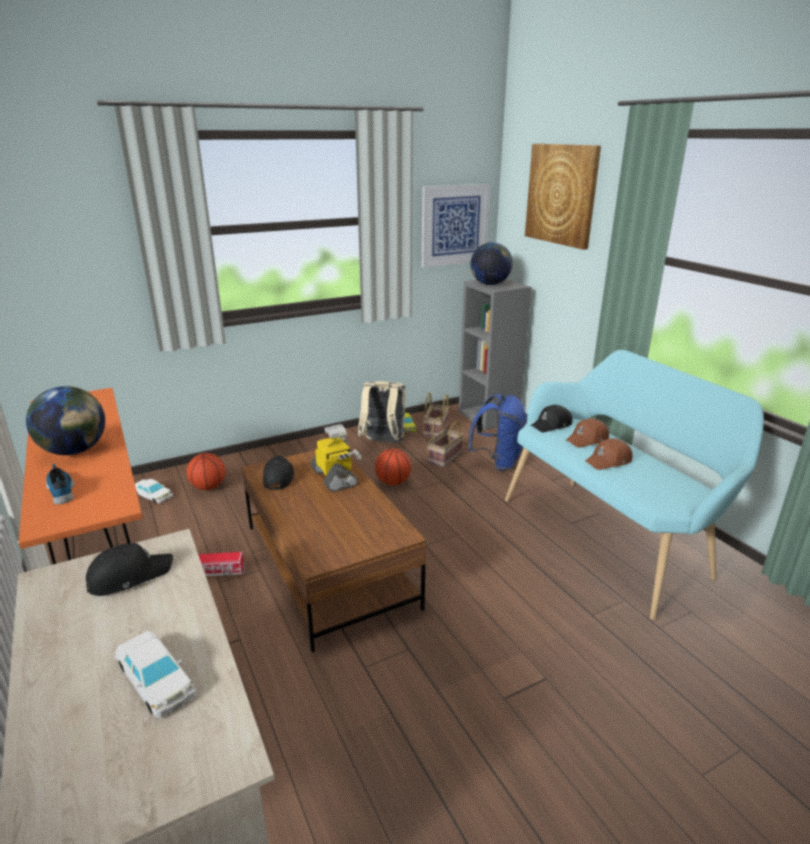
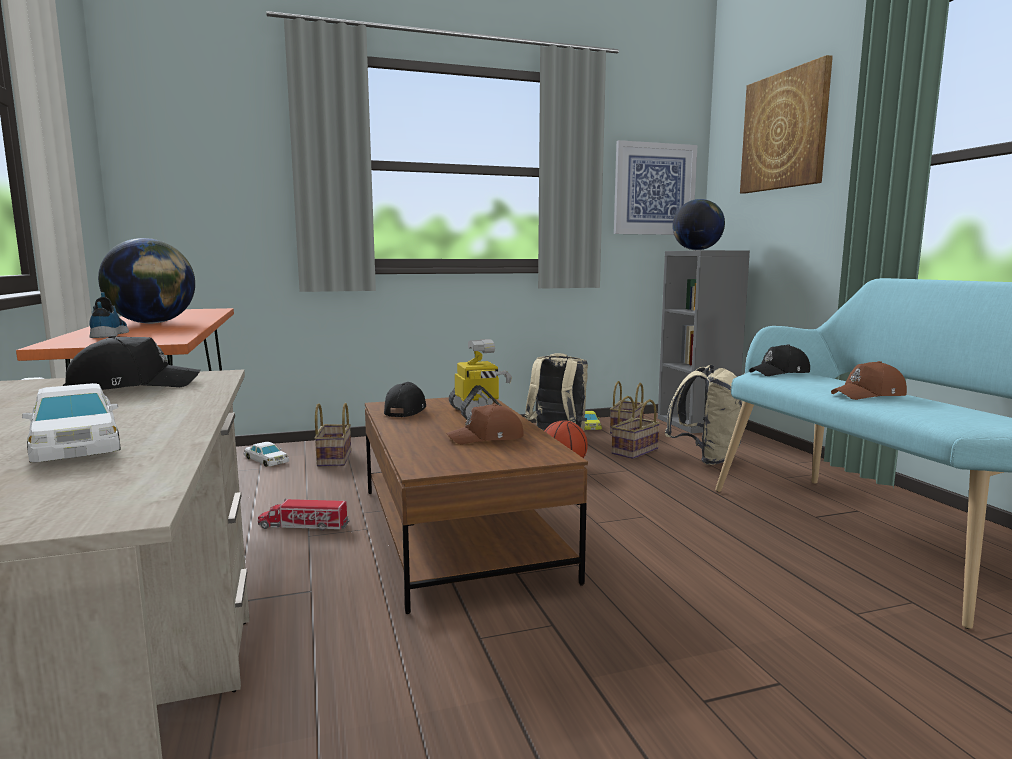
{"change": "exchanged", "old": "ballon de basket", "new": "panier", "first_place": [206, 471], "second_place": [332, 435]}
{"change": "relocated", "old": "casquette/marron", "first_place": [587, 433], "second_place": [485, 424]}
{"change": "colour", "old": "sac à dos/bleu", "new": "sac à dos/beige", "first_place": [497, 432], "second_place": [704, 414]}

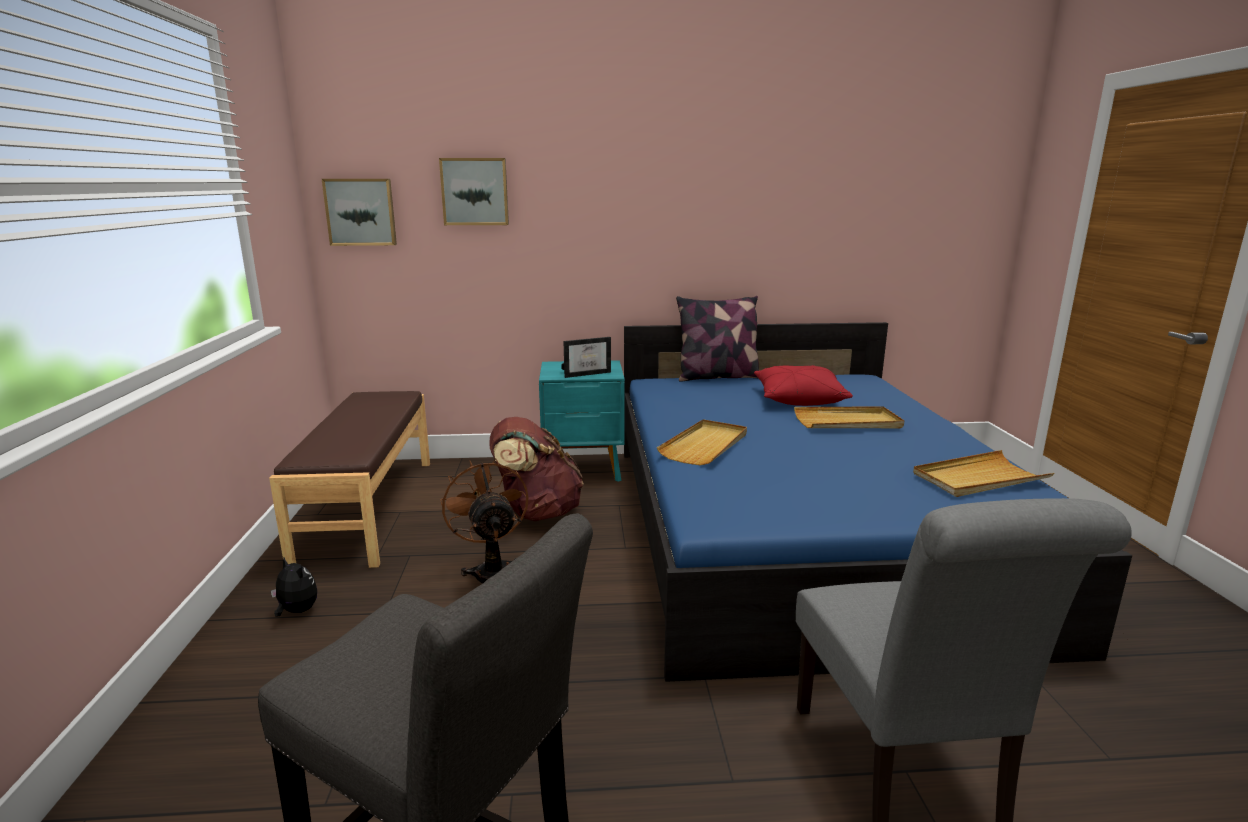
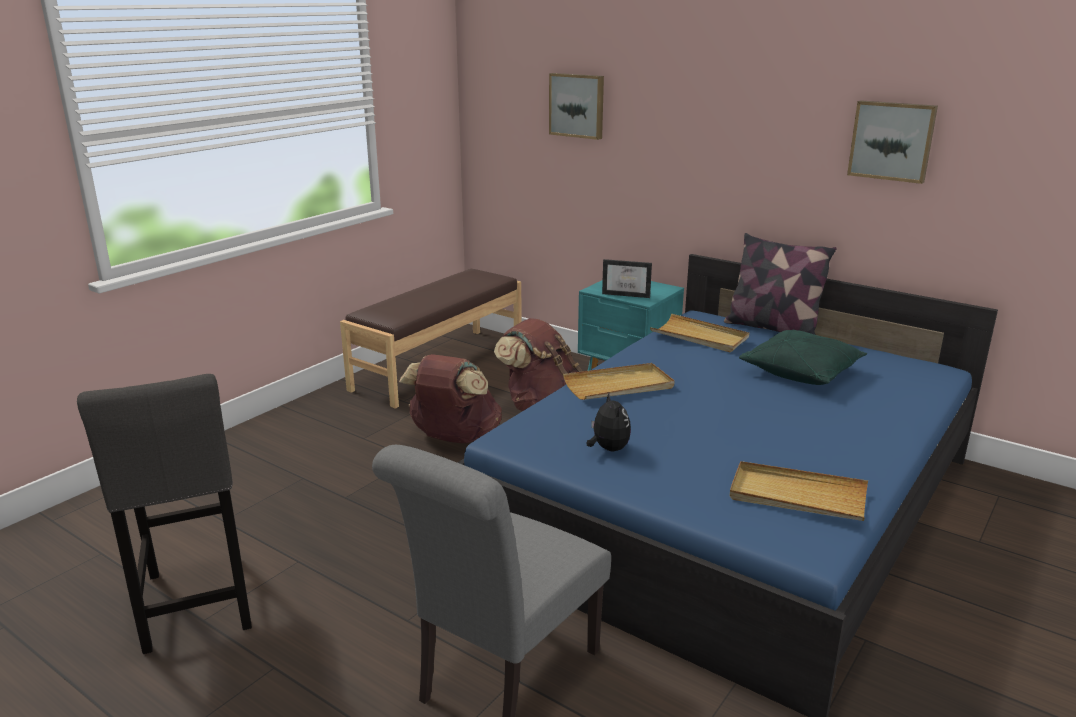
{"change": "exchanged", "old": "ventilateur/marron", "new": "sac à dos/marron", "first_place": [484, 520], "second_place": [450, 398]}
{"change": "relocated", "old": "peluche", "first_place": [293, 587], "second_place": [609, 422]}
{"change": "relocated", "old": "plateau/beige", "first_place": [849, 417], "second_place": [699, 333]}
{"change": "colour", "old": "coussin/rouge", "new": "coussin/vert", "first_place": [803, 385], "second_place": [803, 357]}
{"change": "relocated", "old": "tableau", "first_place": [359, 212], "second_place": [892, 142]}

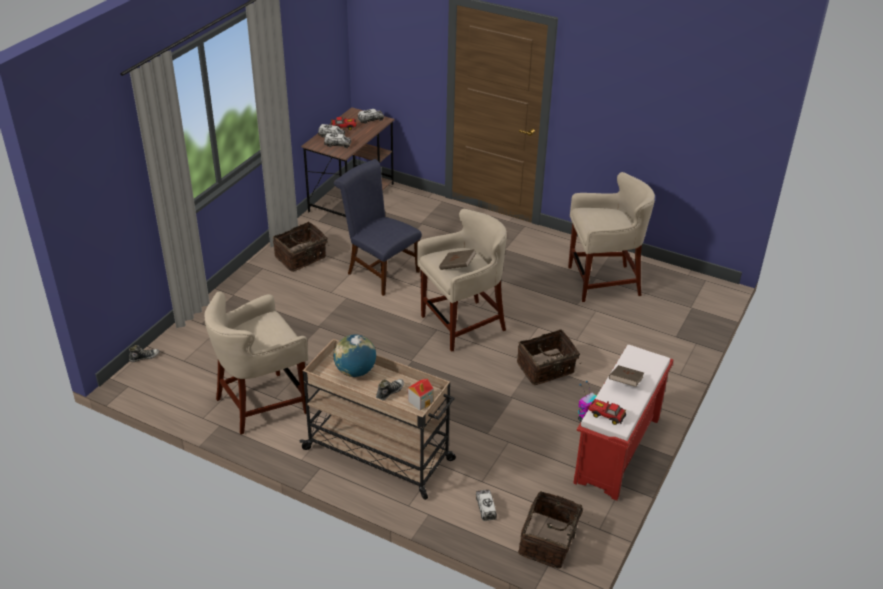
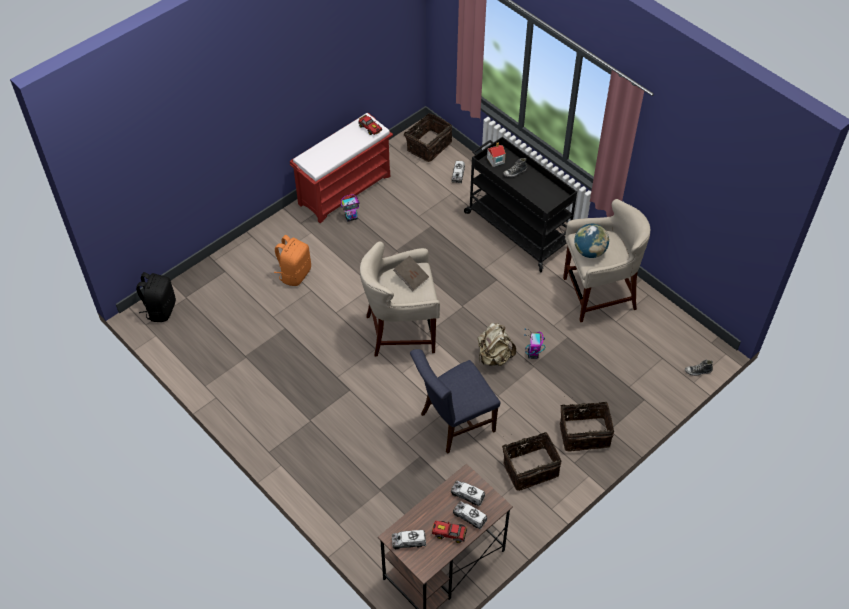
{"change": "appeared", "new": "sac à dos/noir", "second_place": [156, 297]}
{"change": "appeared", "new": "sac à dos/orange", "second_place": [292, 260]}
{"change": "spun", "old": "chaise/bleu", "first_place": [378, 227], "second_place": [455, 401], "degrees": 90}
{"change": "colour", "old": "chariot/beige", "new": "chariot/noir", "first_place": [378, 419], "second_place": [520, 204]}
{"change": "appeared", "new": "sac à dos/beige", "second_place": [497, 344]}
{"change": "appeared", "new": "robot jouet", "second_place": [535, 343]}
{"change": "relocated", "old": "panier", "first_place": [548, 357], "second_place": [587, 426]}
{"change": "relocated", "old": "globe", "first_place": [355, 355], "second_place": [591, 241]}
{"change": "missing", "old": "tabouret/beige", "first_place": [611, 237]}
{"change": "missing", "old": "livre/marron", "first_place": [626, 376]}

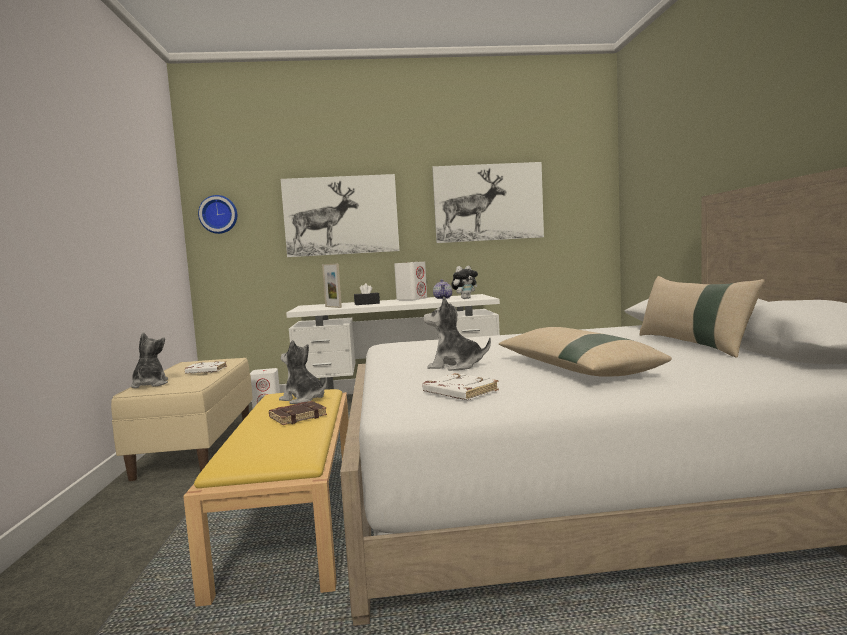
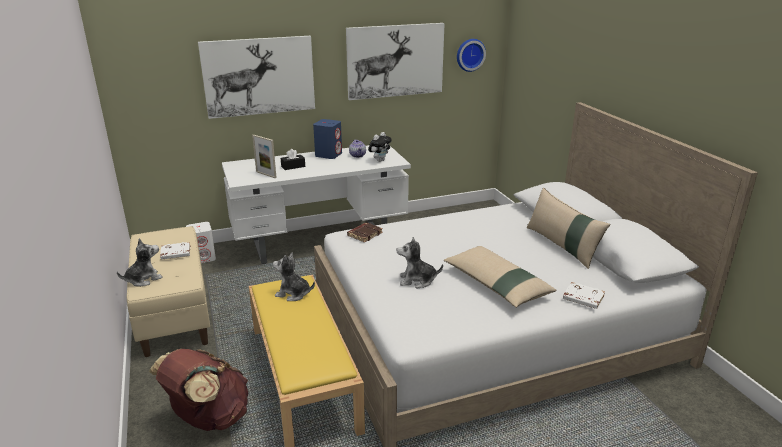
{"change": "spun", "old": "peluche", "first_place": [149, 360], "second_place": [140, 262], "degrees": 75}
{"change": "appeared", "new": "sac à dos/marron", "second_place": [198, 390]}
{"change": "colour", "old": "enceinte/blanc", "new": "enceinte/bleu", "first_place": [410, 281], "second_place": [327, 139]}
{"change": "relocated", "old": "livre/marron", "first_place": [298, 413], "second_place": [365, 233]}
{"change": "relocated", "old": "horloge murale", "first_place": [217, 214], "second_place": [471, 55]}
{"change": "relocated", "old": "livre/blanc", "first_place": [460, 386], "second_place": [584, 295]}

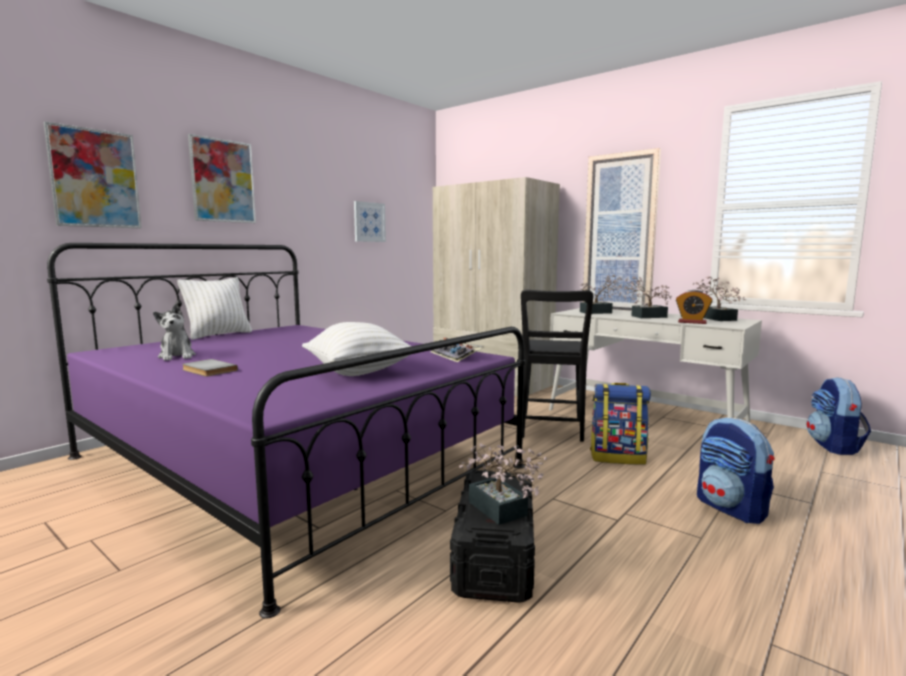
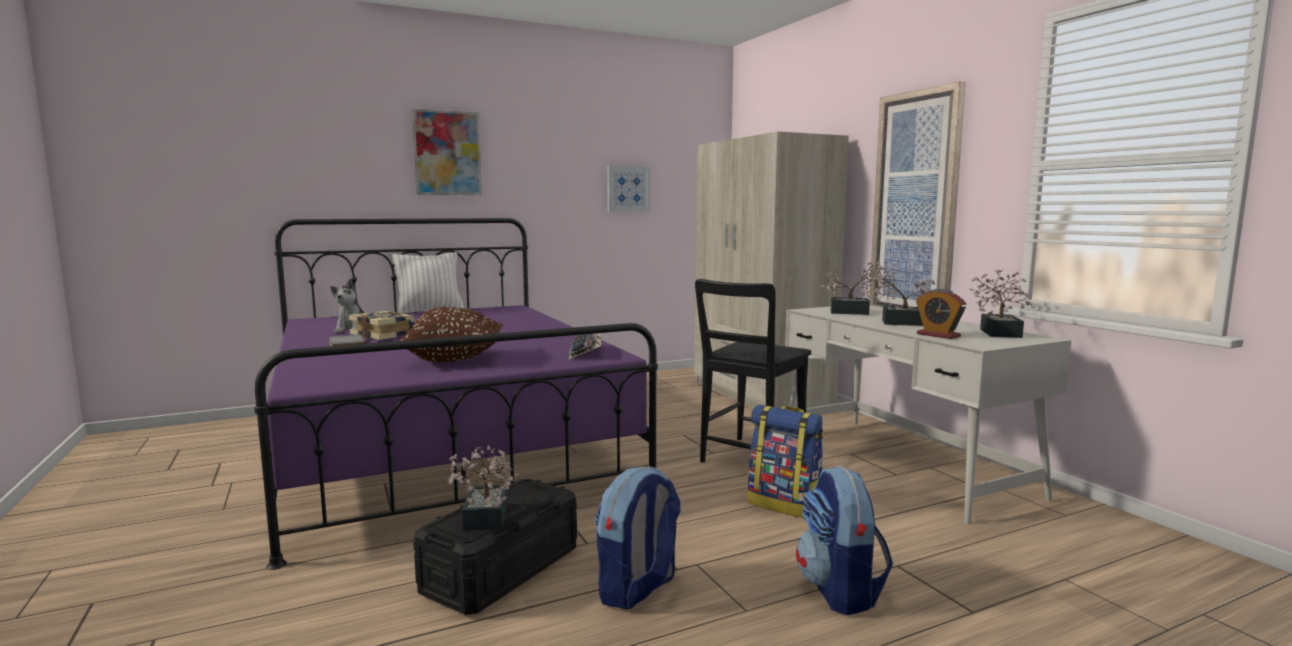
{"change": "appeared", "new": "livre", "second_place": [382, 325]}
{"change": "colour", "old": "coussin/blanc", "new": "coussin/marron", "first_place": [356, 349], "second_place": [450, 335]}
{"change": "relocated", "old": "sac à dos", "first_place": [838, 416], "second_place": [638, 537]}
{"change": "missing", "old": "tableau", "first_place": [92, 174]}

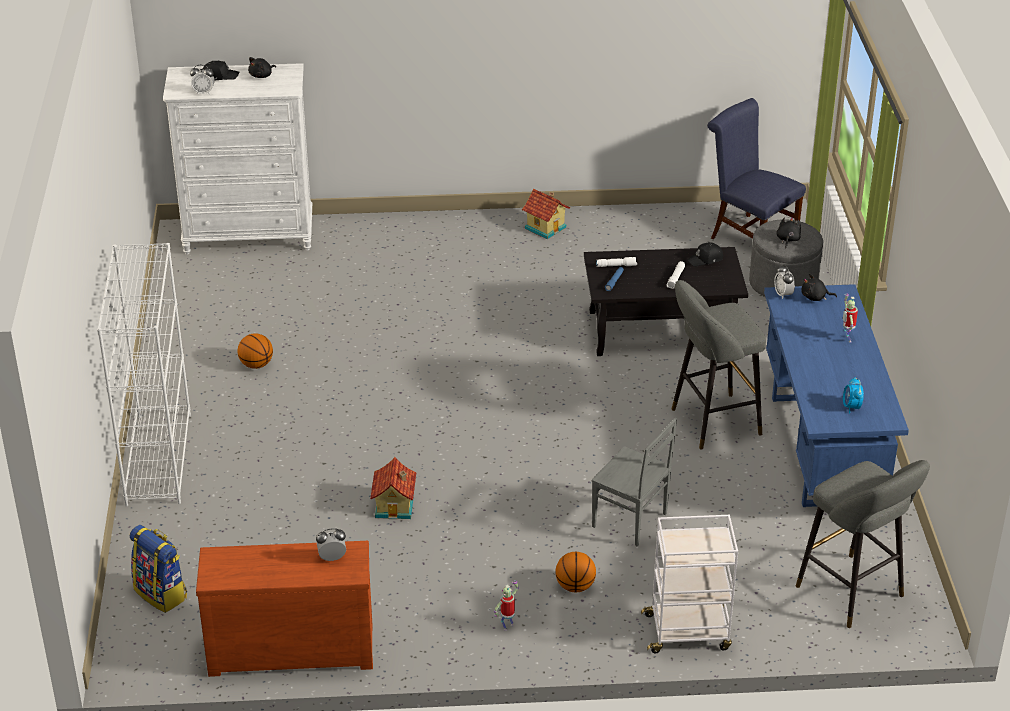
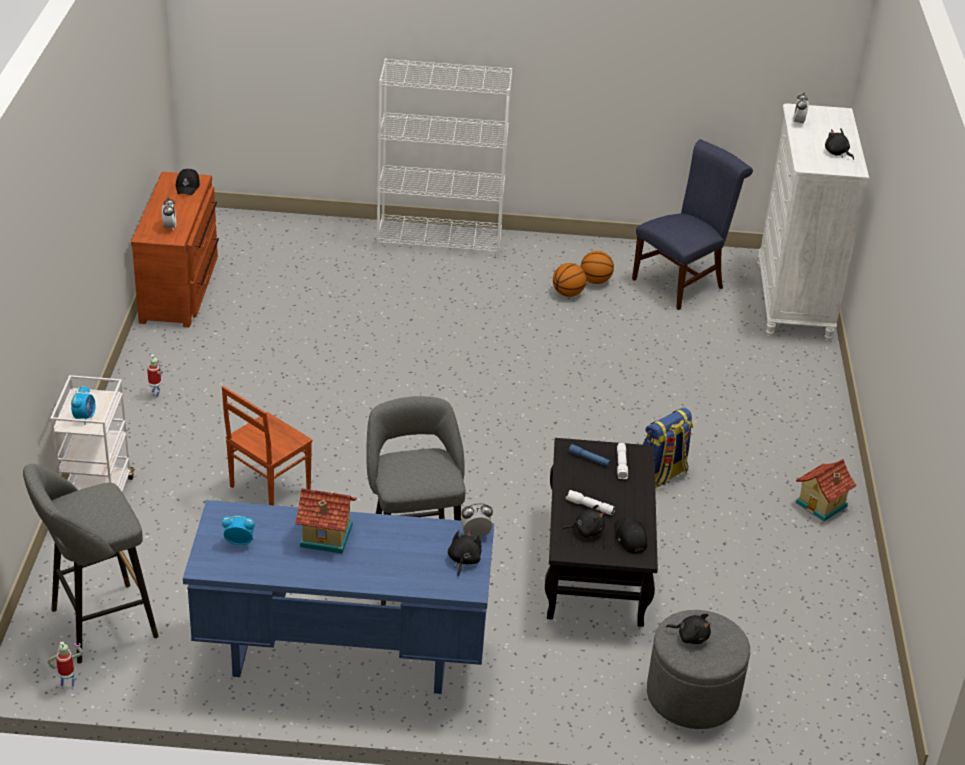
{"change": "relocated", "old": "robot jouet", "first_place": [850, 318], "second_place": [65, 665]}
{"change": "appeared", "new": "réveil", "second_place": [83, 405]}
{"change": "relocated", "old": "casquette/noir", "first_place": [221, 70], "second_place": [188, 182]}
{"change": "colour", "old": "chaise/gris", "new": "chaise/marron", "first_place": [634, 482], "second_place": [267, 445]}
{"change": "relocated", "old": "maison miniature", "first_place": [393, 488], "second_place": [325, 521]}
{"change": "appeared", "new": "peluche/noir", "second_place": [583, 521]}
{"change": "relocated", "old": "ballon de basket", "first_place": [575, 572], "second_place": [597, 267]}
{"change": "relocated", "old": "chaise/bleu", "first_place": [756, 168], "second_place": [692, 224]}
{"change": "relocated", "old": "sac à dos", "first_place": [158, 569], "second_place": [668, 448]}

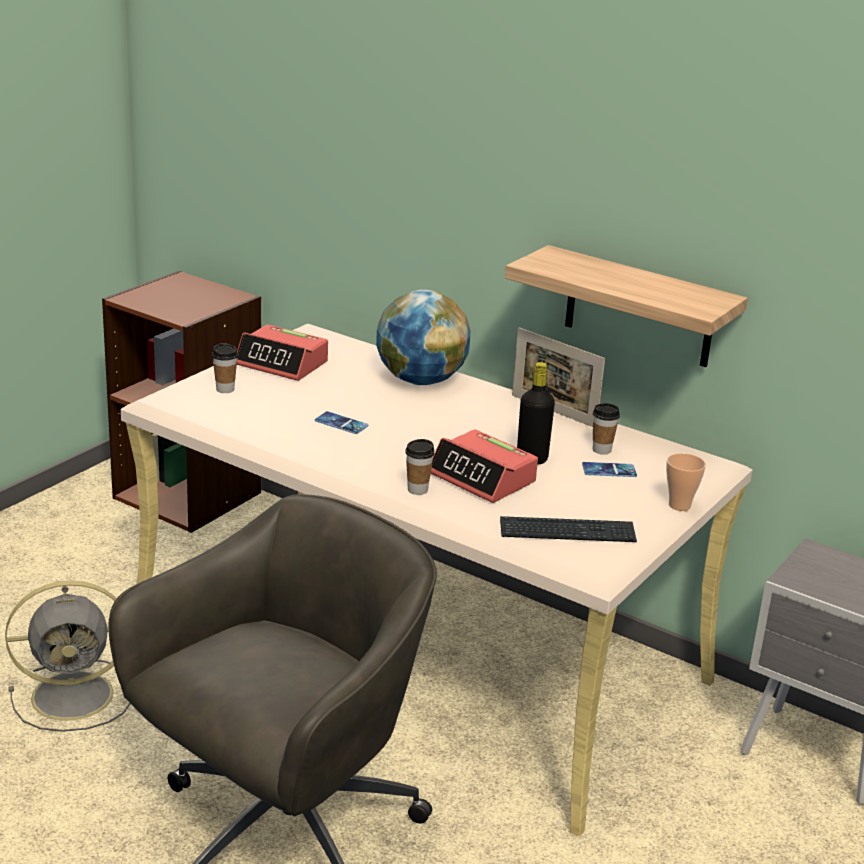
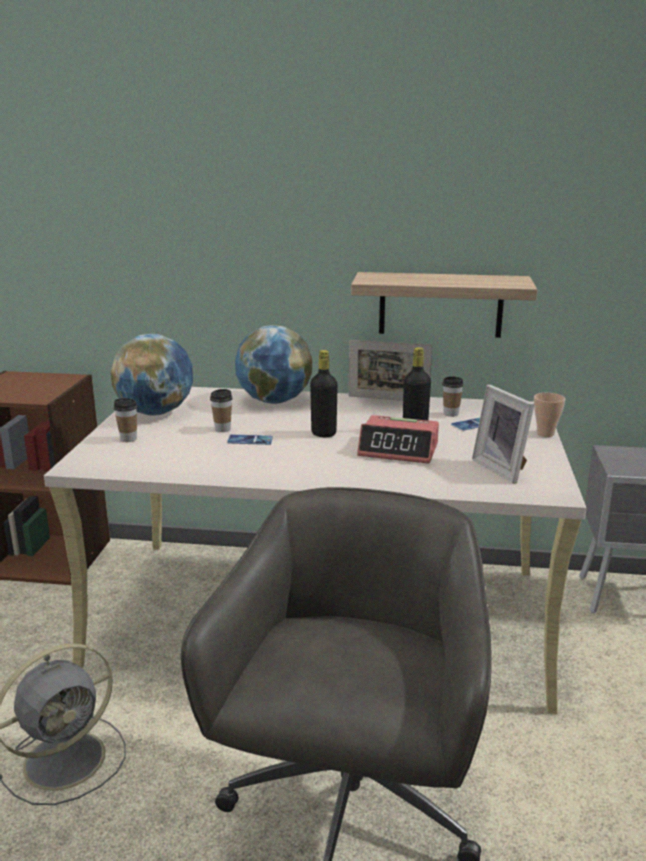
{"change": "exchanged", "old": "réveil", "new": "globe", "first_place": [282, 352], "second_place": [152, 374]}
{"change": "relocated", "old": "tasse", "first_place": [419, 467], "second_place": [221, 410]}
{"change": "appeared", "new": "bouteille/noir", "second_place": [324, 393]}
{"change": "exchanged", "old": "clavier", "new": "cadre photo", "first_place": [568, 529], "second_place": [503, 434]}

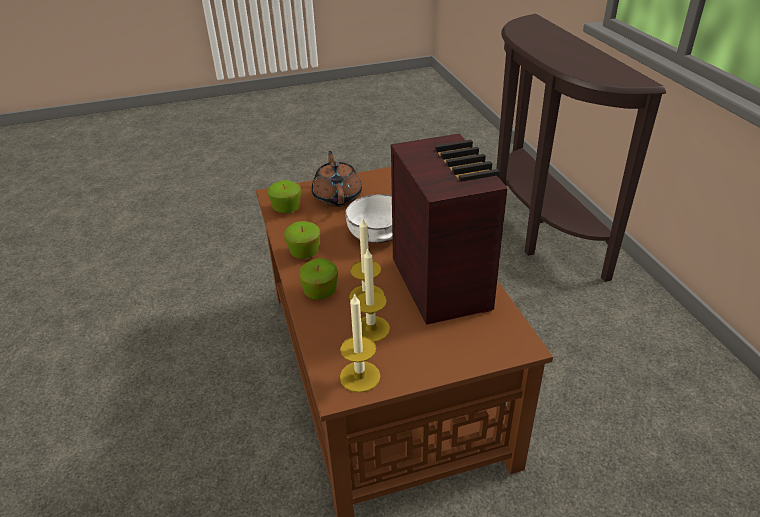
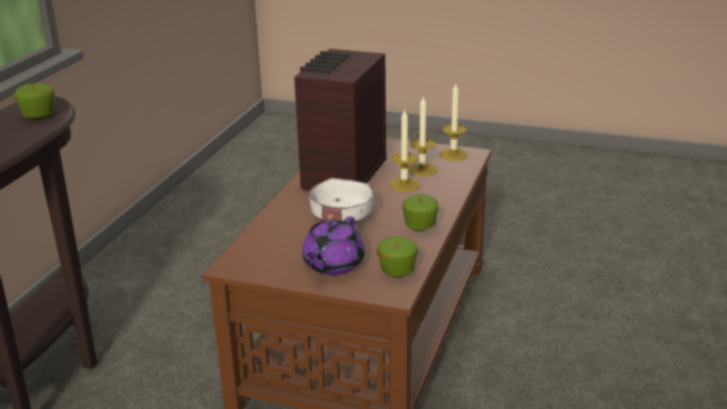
{"change": "relocated", "old": "pomme", "first_place": [318, 278], "second_place": [34, 101]}
{"change": "colour", "old": "théière/marron", "new": "théière/violet", "first_place": [337, 179], "second_place": [333, 245]}

